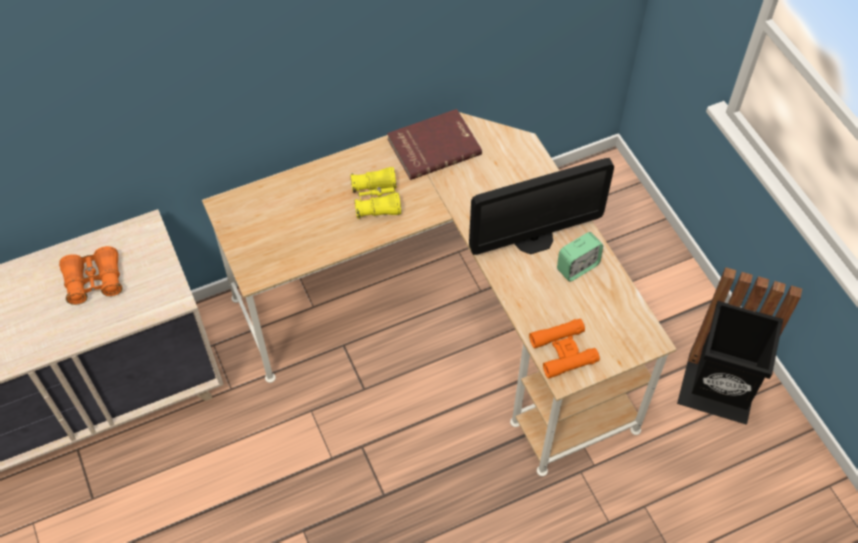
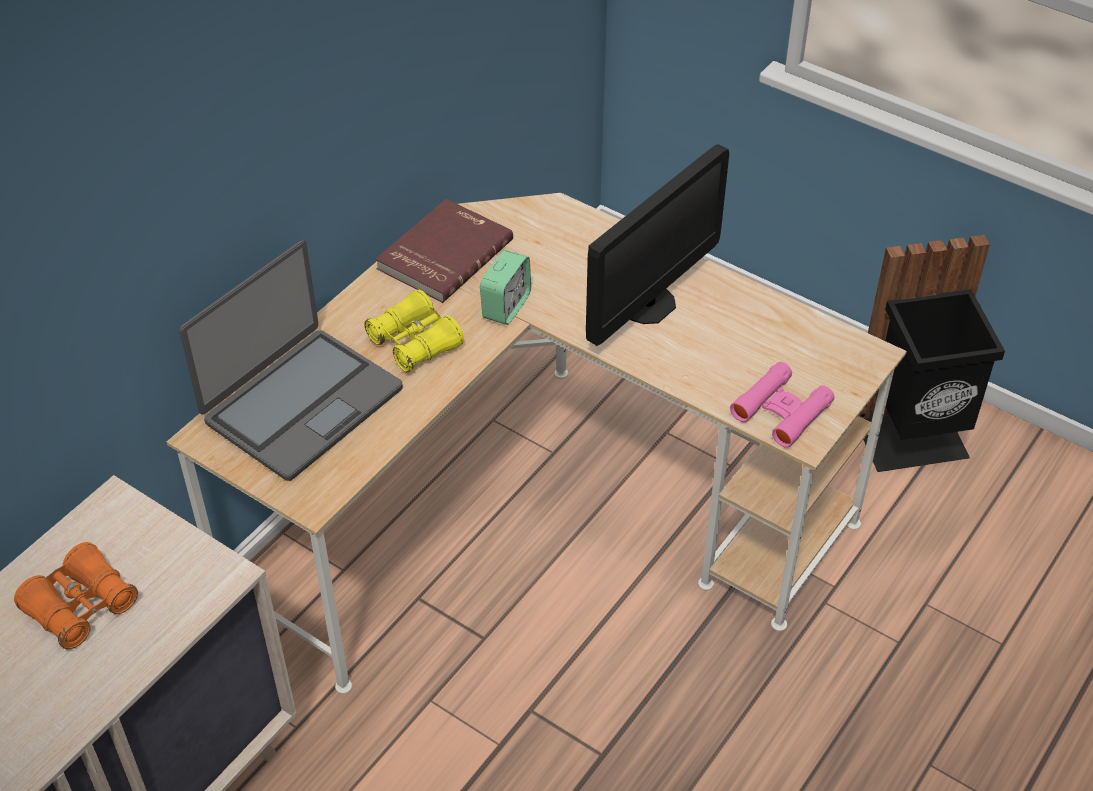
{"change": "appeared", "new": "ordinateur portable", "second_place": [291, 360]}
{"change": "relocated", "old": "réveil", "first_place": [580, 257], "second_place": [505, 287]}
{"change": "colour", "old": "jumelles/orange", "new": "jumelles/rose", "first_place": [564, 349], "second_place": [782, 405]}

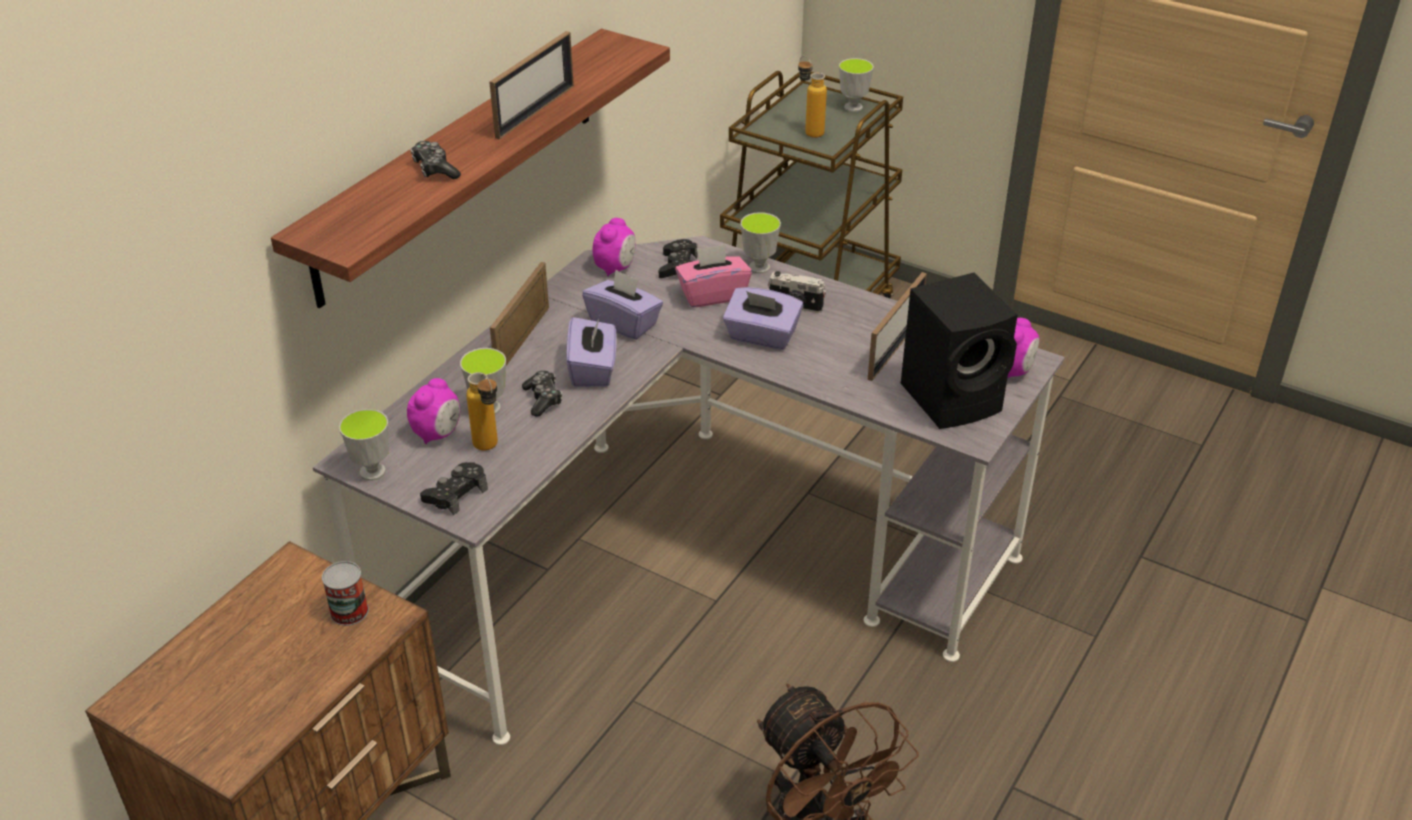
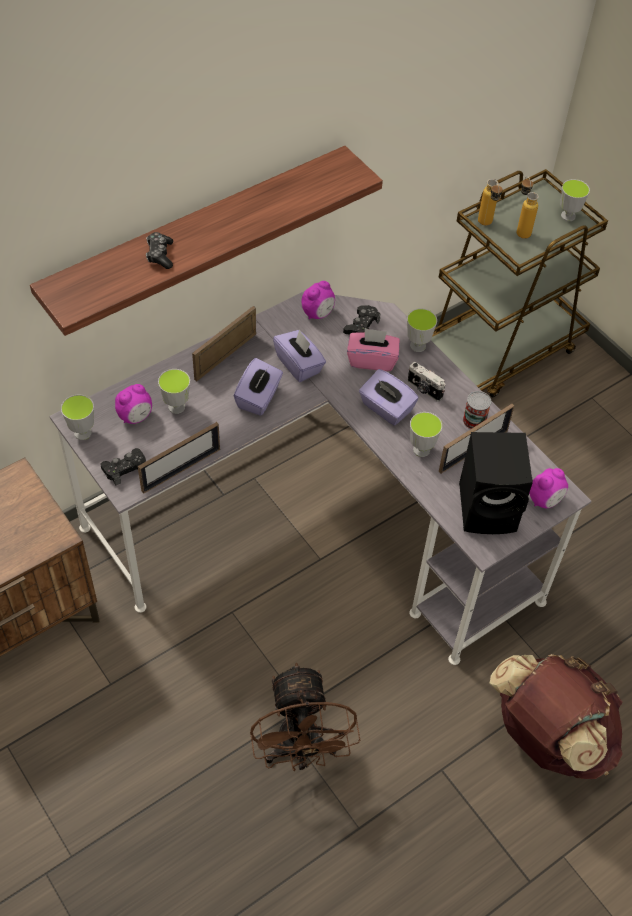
{"change": "relocated", "old": "cadre photo", "first_place": [531, 85], "second_place": [179, 458]}
{"change": "appeared", "new": "tasse", "second_place": [426, 434]}
{"change": "relocated", "old": "boîte métallique", "first_place": [345, 593], "second_place": [477, 410]}
{"change": "relocated", "old": "bouteille", "first_place": [482, 411], "second_place": [490, 202]}
{"change": "appeared", "new": "sac à dos/marron", "second_place": [556, 716]}
{"change": "missing", "old": "manette", "first_place": [542, 393]}

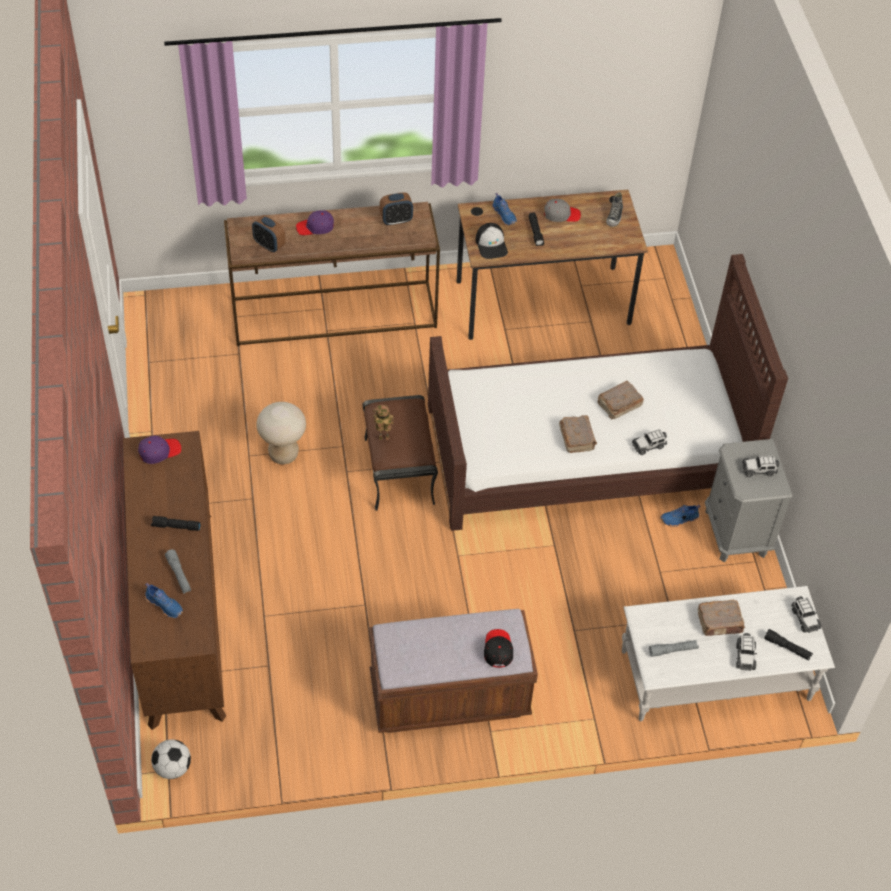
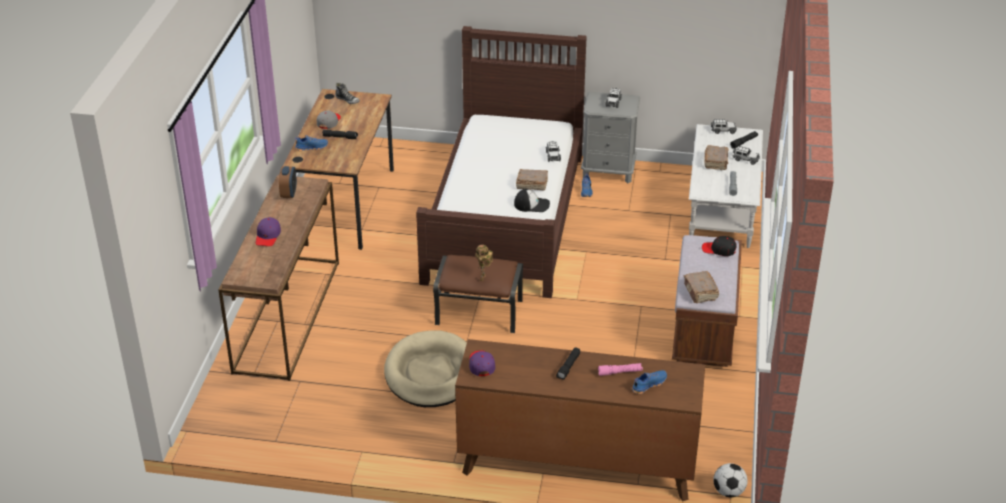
{"change": "exchanged", "old": "tabouret/beige", "new": "panier pour chien/beige", "first_place": [281, 433], "second_place": [425, 369]}
{"change": "relocated", "old": "casquette", "first_place": [491, 241], "second_place": [532, 200]}
{"change": "colour", "old": "lampe de poche/gris", "new": "lampe de poche/rose", "first_place": [178, 571], "second_place": [620, 369]}
{"change": "relocated", "old": "livre/marron", "first_place": [621, 400], "second_place": [701, 287]}
{"change": "missing", "old": "réveil", "first_place": [268, 233]}

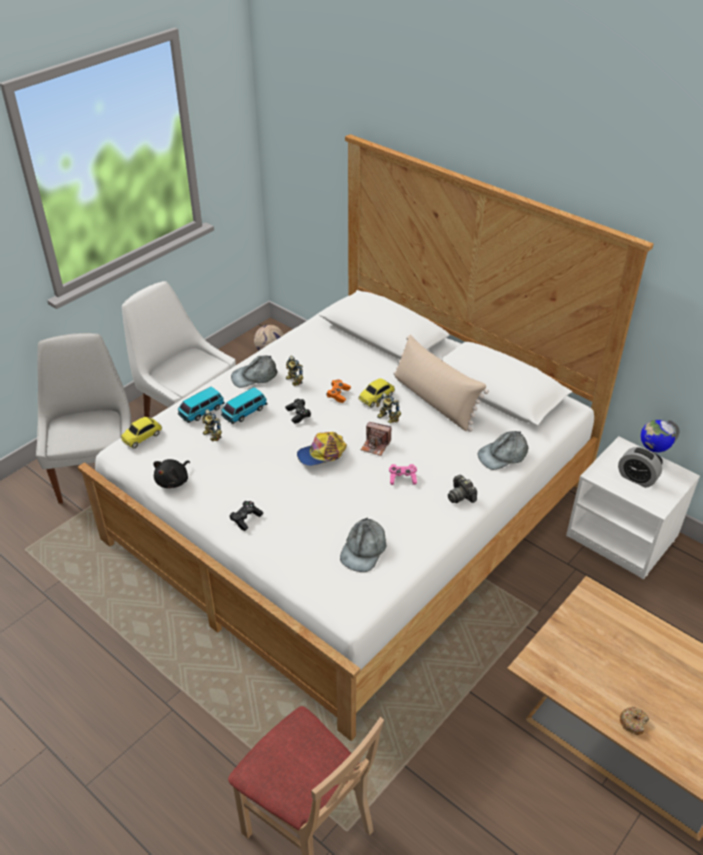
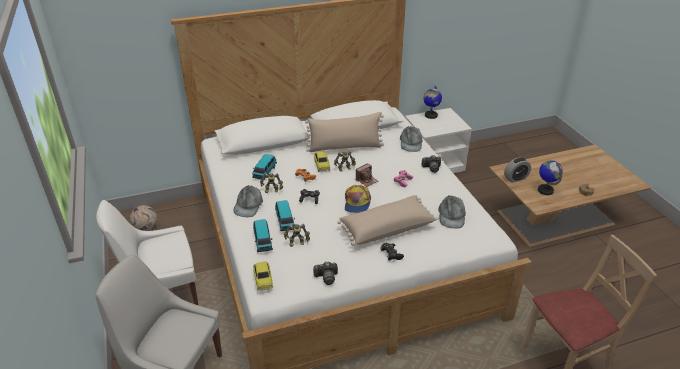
{"change": "appeared", "new": "petite voiture", "second_place": [264, 167]}
{"change": "exchanged", "old": "peluche/noir", "new": "appareil photo", "first_place": [171, 473], "second_place": [325, 273]}
{"change": "appeared", "new": "coussin/beige", "second_place": [387, 220]}
{"change": "spun", "old": "casquette/gris", "first_place": [363, 544], "second_place": [452, 212], "degrees": 45}
{"change": "relocated", "old": "réveil", "first_place": [640, 467], "second_place": [517, 170]}
{"change": "appeared", "new": "globe", "second_place": [550, 177]}

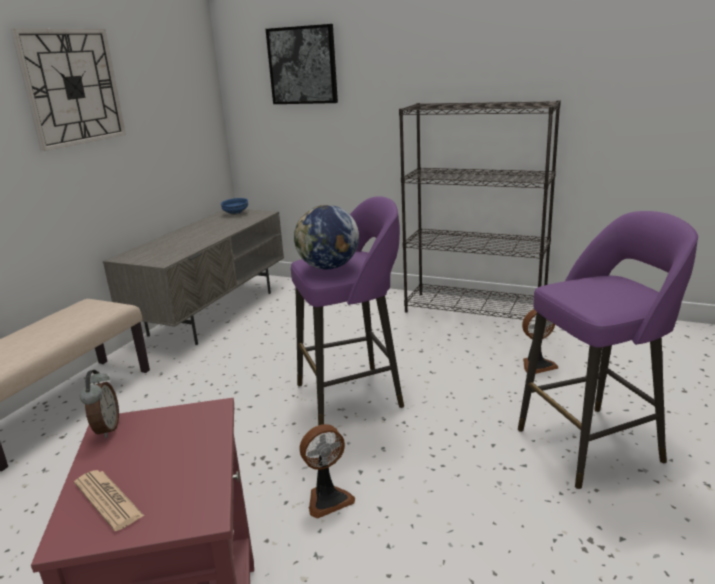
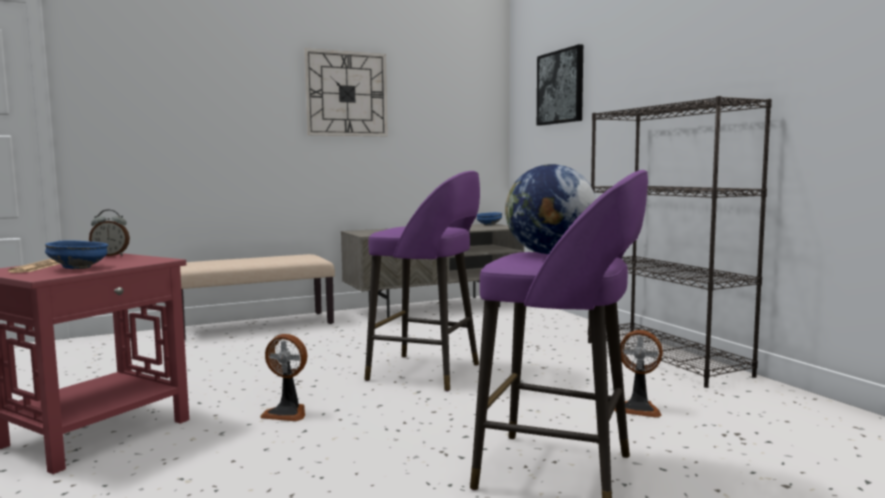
{"change": "appeared", "new": "bol/bleu", "second_place": [76, 254]}
{"change": "spun", "old": "réveil", "first_place": [99, 404], "second_place": [109, 233], "degrees": 45}
{"change": "relocated", "old": "globe", "first_place": [326, 237], "second_place": [550, 209]}

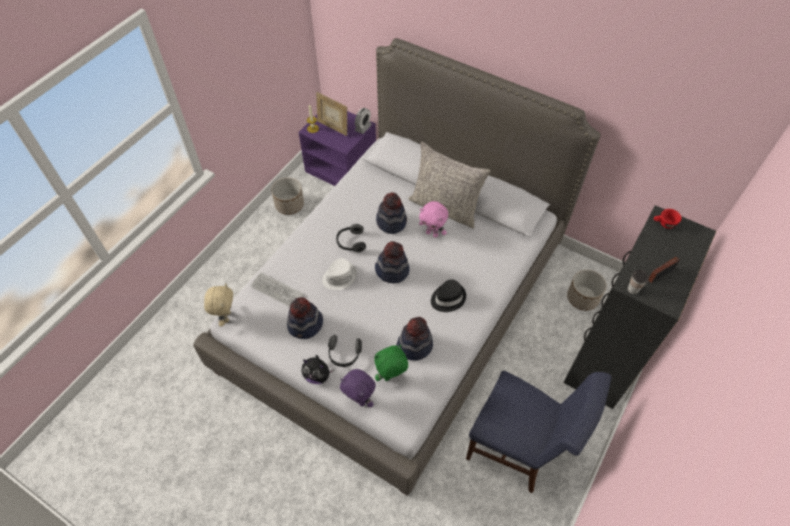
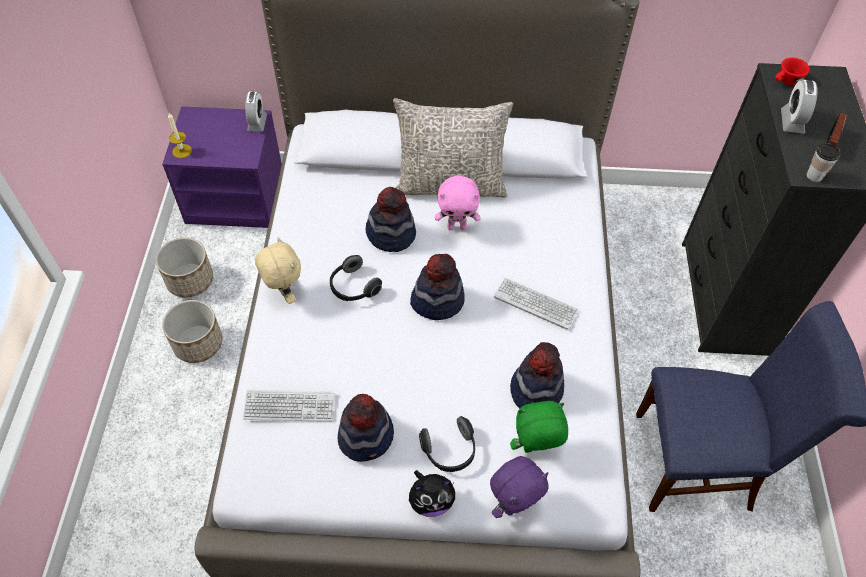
{"change": "relocated", "old": "cache-pot", "first_place": [587, 290], "second_place": [192, 331]}
{"change": "relocated", "old": "peluche/beige", "first_place": [218, 304], "second_place": [278, 270]}
{"change": "spun", "old": "peluche/violet", "first_place": [358, 388], "second_place": [519, 487], "degrees": -45}
{"change": "exchanged", "old": "chapeau/noir", "new": "clavier", "first_place": [448, 295], "second_place": [536, 303]}
{"change": "spun", "old": "peluche/vert", "first_place": [391, 363], "second_place": [539, 427], "degrees": 45}
{"change": "appeared", "new": "réveil", "second_place": [799, 106]}
{"change": "missing", "old": "cadre photo", "first_place": [331, 114]}
{"change": "missing", "old": "chapeau/blanc", "first_place": [339, 274]}

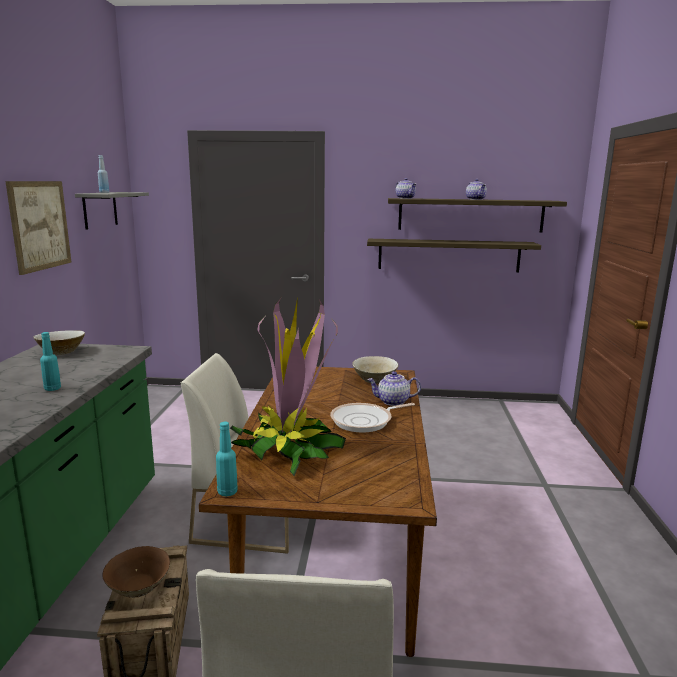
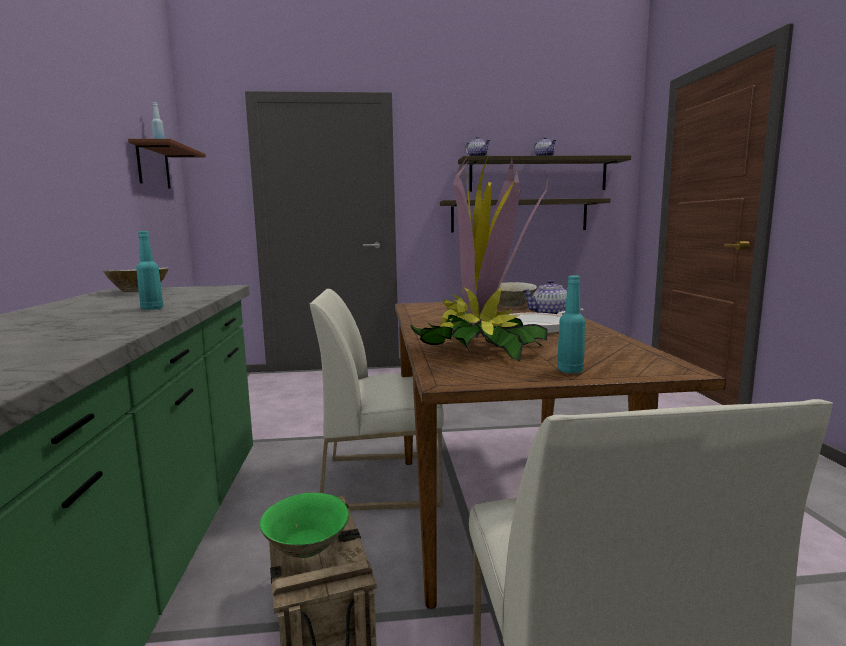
{"change": "colour", "old": "étagère/gris", "new": "étagère/marron", "first_place": [112, 211], "second_place": [167, 164]}
{"change": "colour", "old": "bol/marron", "new": "bol/vert", "first_place": [136, 572], "second_place": [304, 525]}
{"change": "relocated", "old": "bouteille/turquoise", "first_place": [227, 459], "second_place": [571, 324]}
{"change": "missing", "old": "tableau", "first_place": [38, 228]}

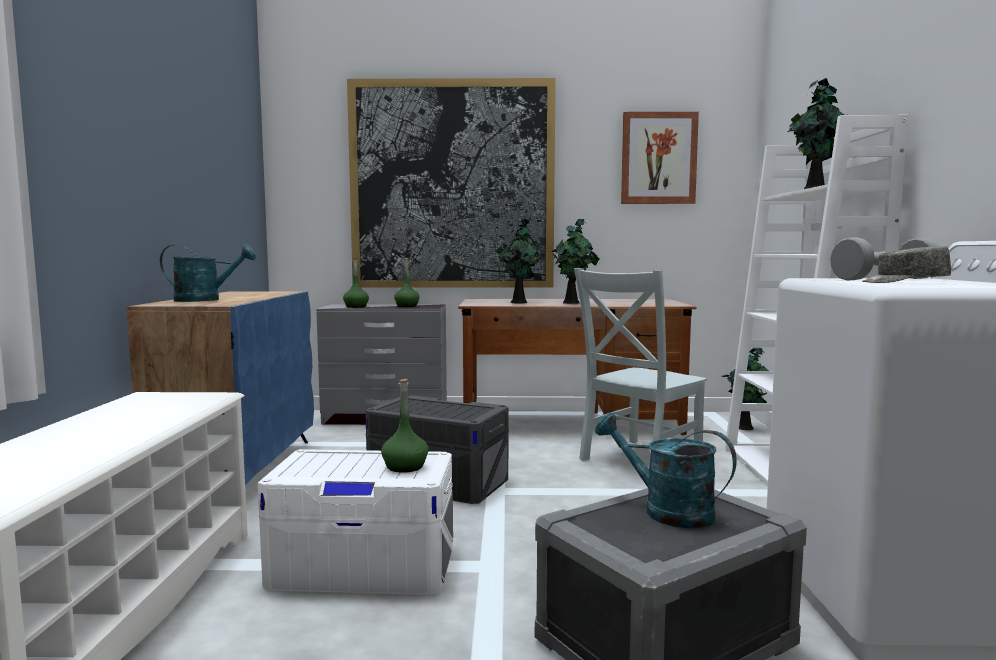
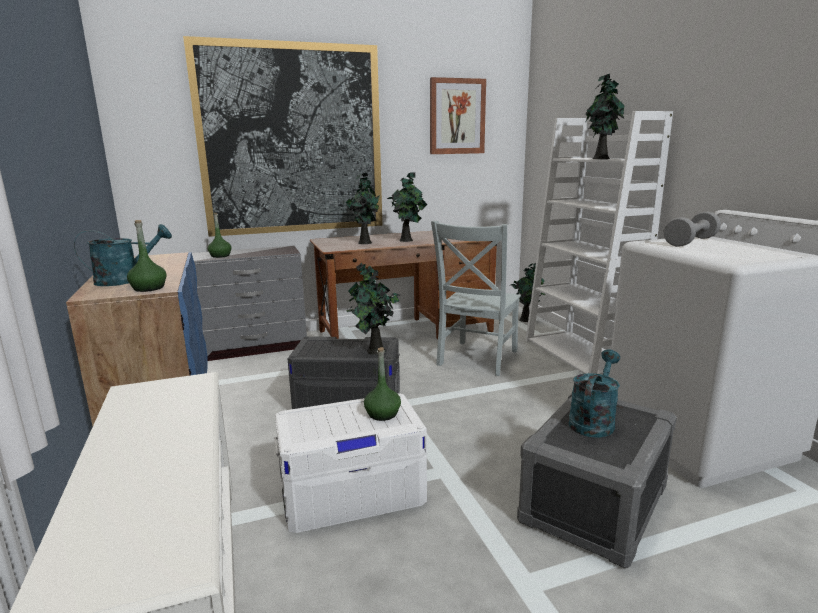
{"change": "relocated", "old": "bouteille/vert", "first_place": [407, 282], "second_place": [147, 256]}
{"change": "appeared", "new": "plante en pot", "second_place": [373, 309]}
{"change": "spun", "old": "arrosoir/turquoise", "first_place": [666, 470], "second_place": [594, 393], "degrees": 105}
{"change": "missing", "old": "casquette/gris", "first_place": [906, 264]}

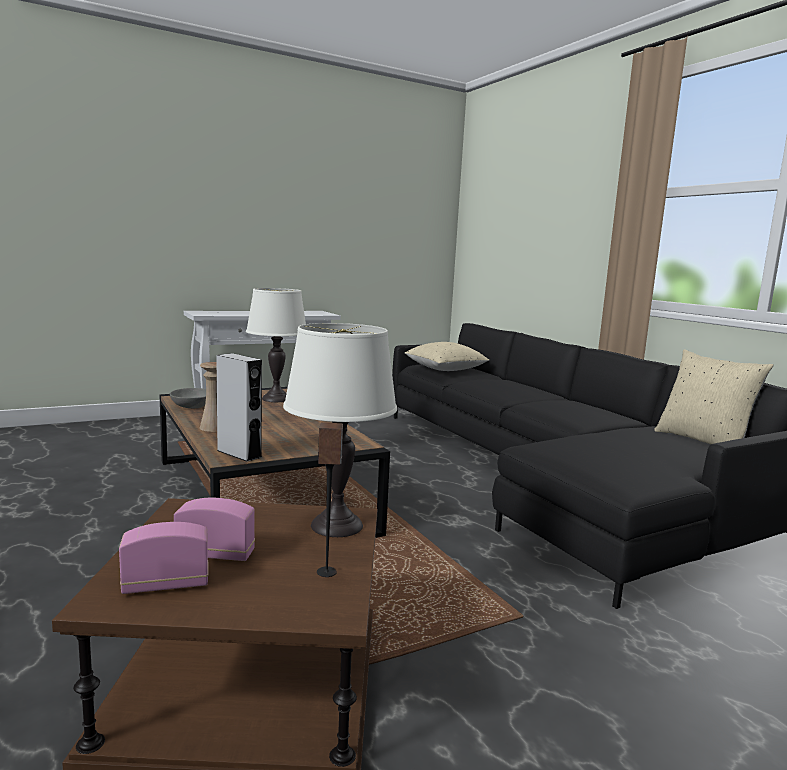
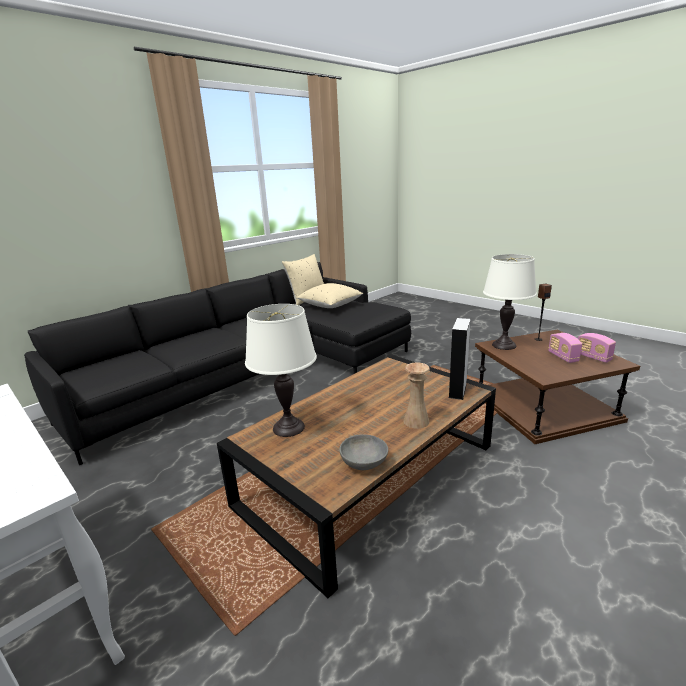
{"change": "relocated", "old": "coussin/beige", "first_place": [447, 356], "second_place": [329, 295]}

